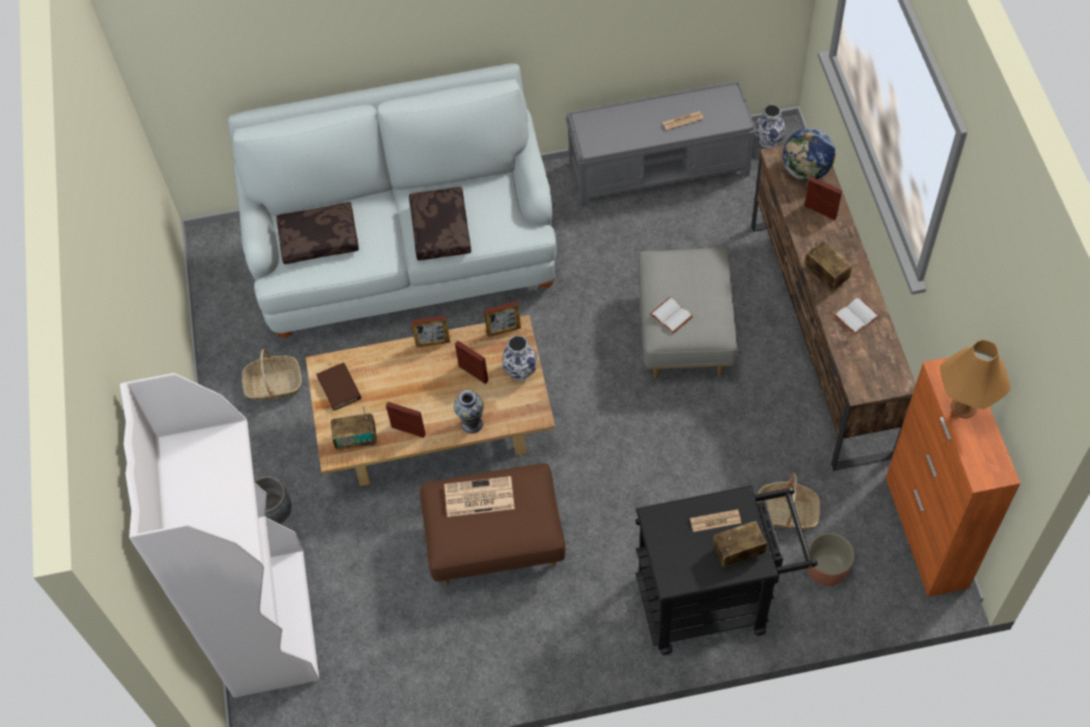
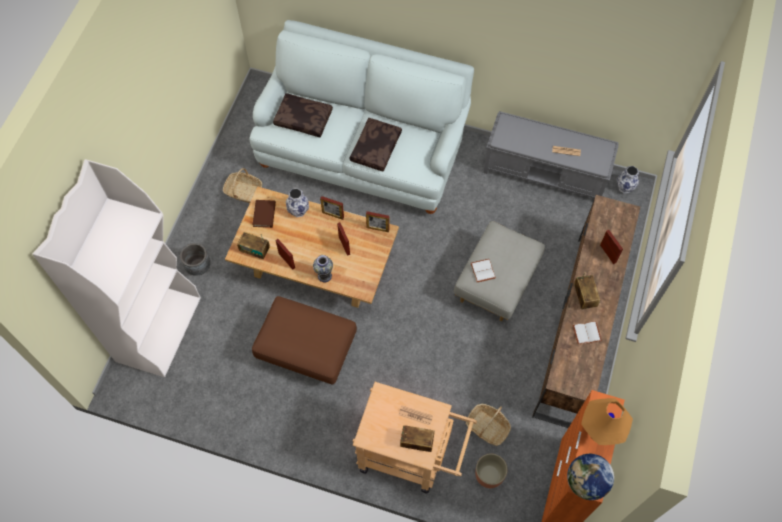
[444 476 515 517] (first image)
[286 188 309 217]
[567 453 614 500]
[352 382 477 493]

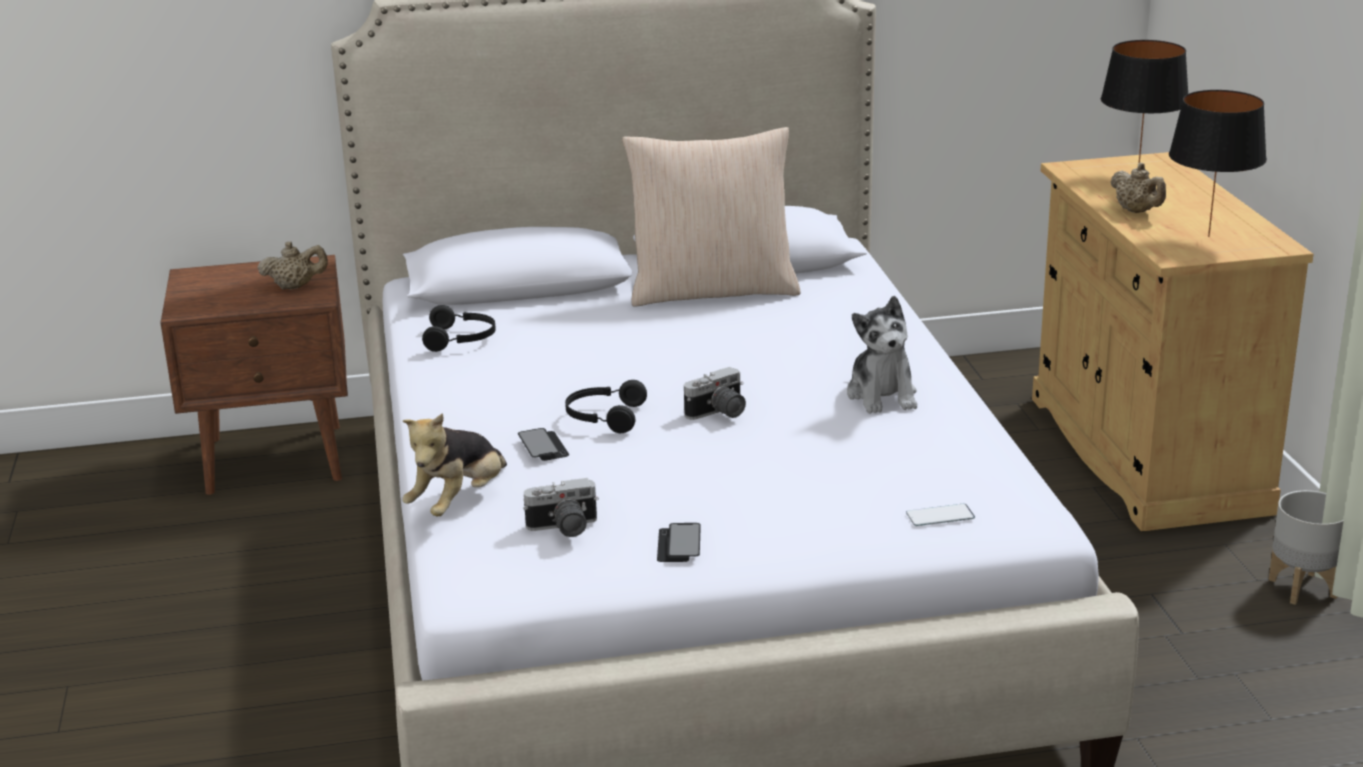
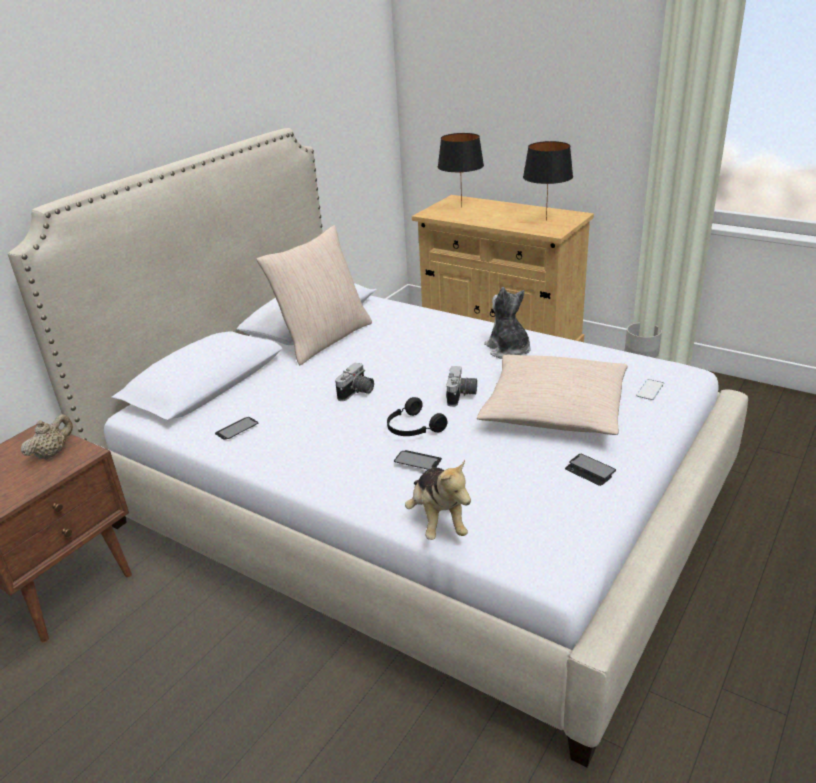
[1110 163 1166 213] (first image)
[477 355 627 435]
[335 362 374 401]
[215 417 259 440]
[484 287 531 359]

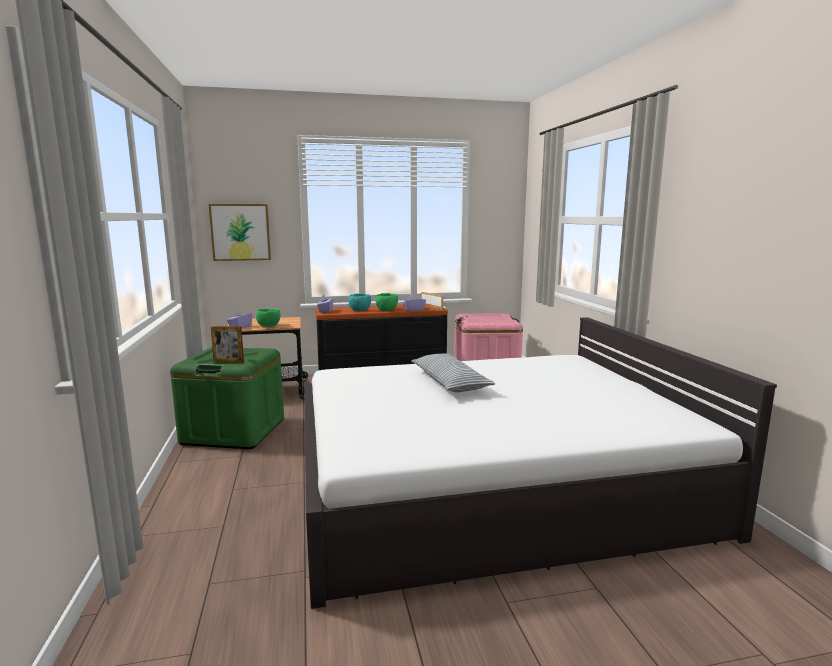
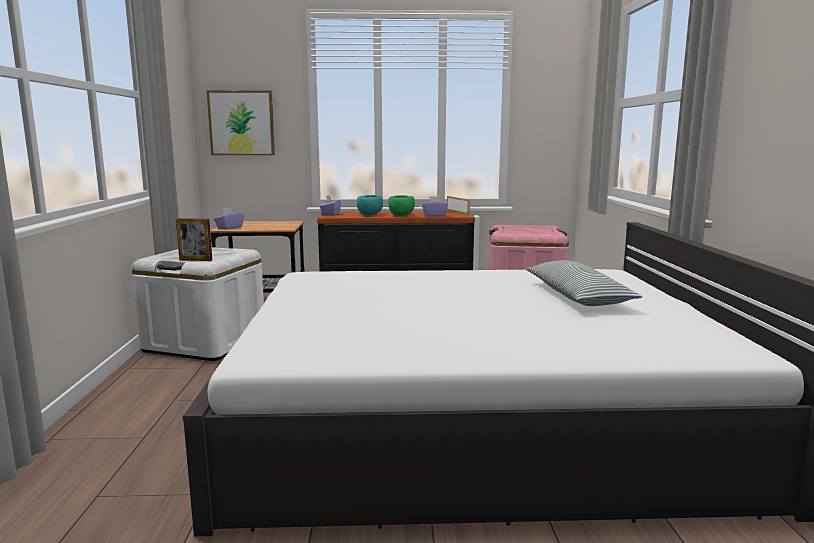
[256 308 281 327] (first image)
[526 260 643 306]
[132 247 264 361]

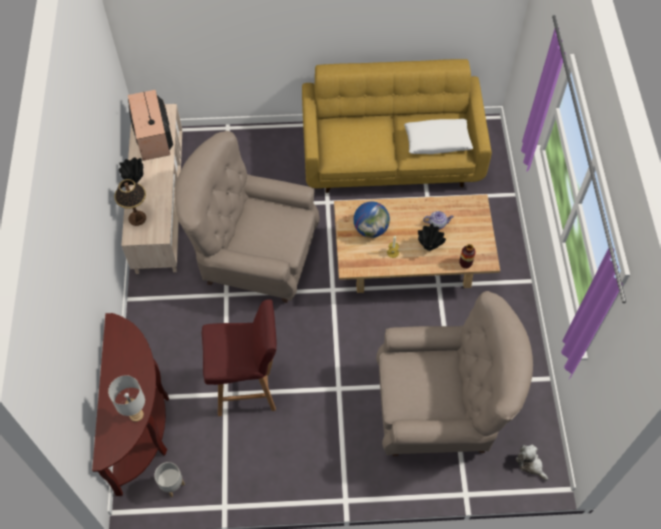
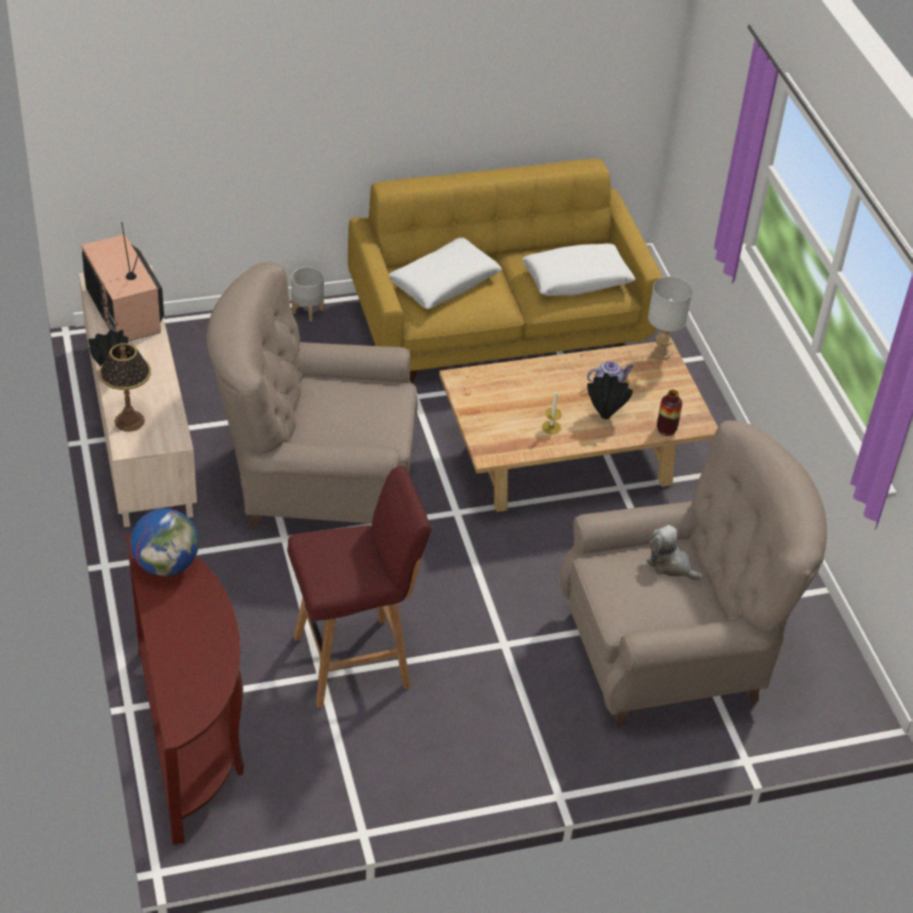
[389 237 502 309]
[648 276 693 360]
[291 267 324 322]
[130 508 199 576]
[647 525 703 581]

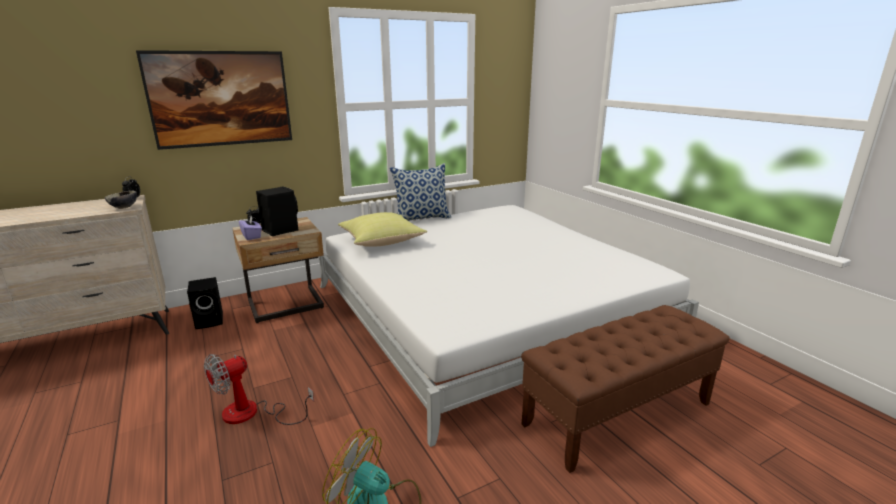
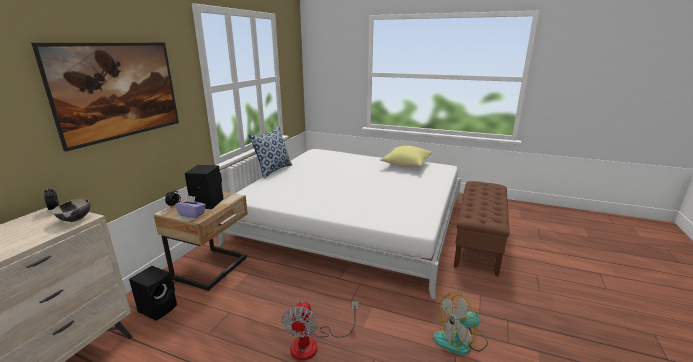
[380 146 432 168]

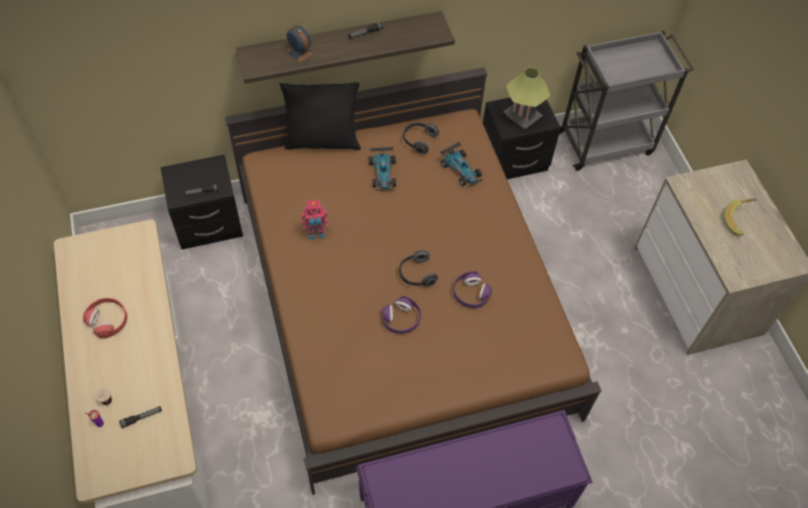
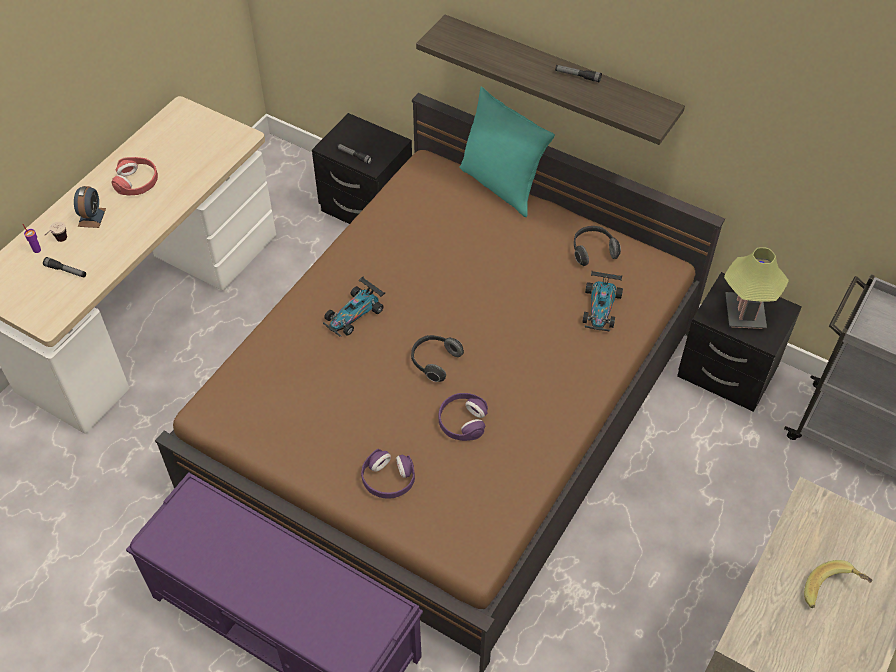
[301 200 328 240] (first image)
[74 186 106 228]
[323 277 385 337]
[361 449 415 498]
[460 86 555 217]

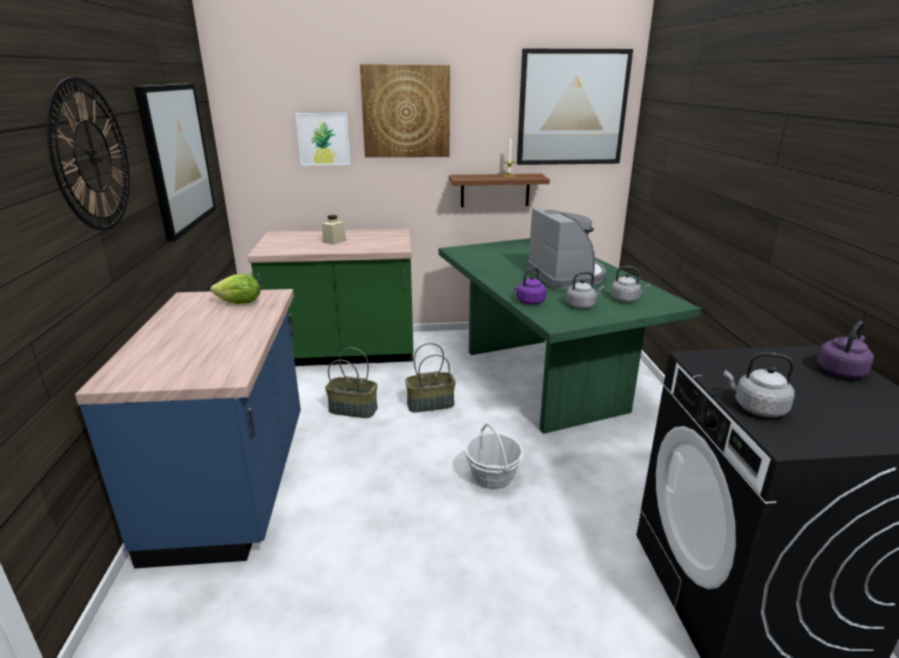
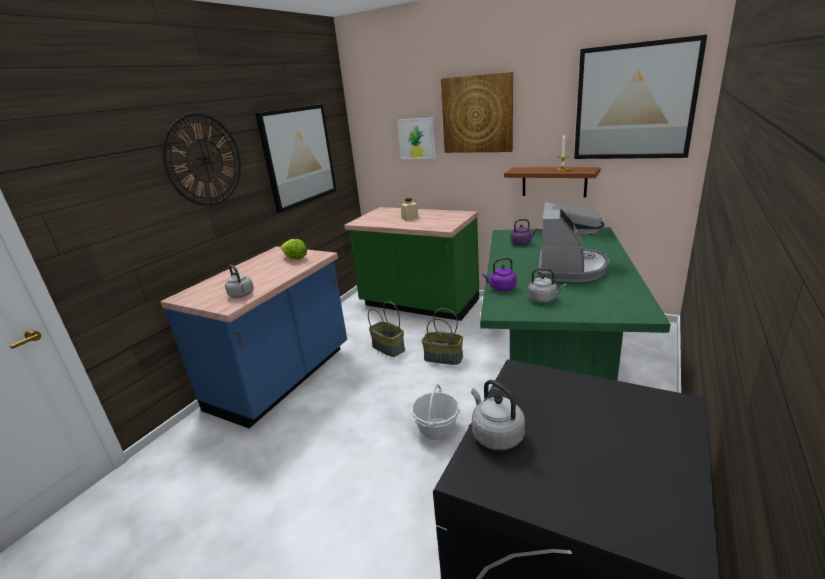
[225 265 254 298]
[511 219 538 245]

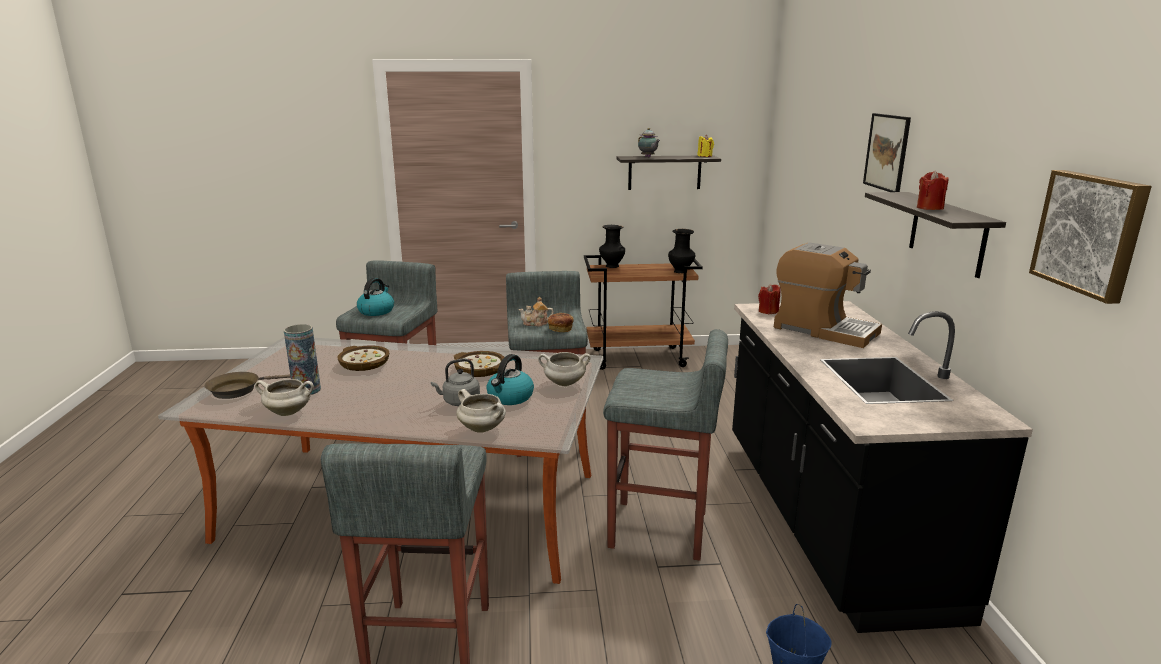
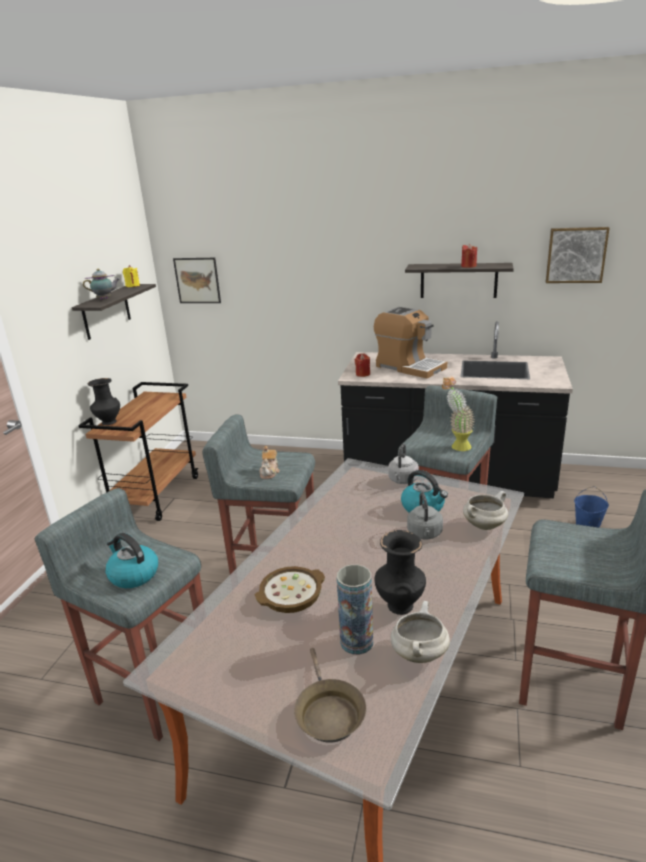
[454 351 504 377] (first image)
[548 313 574 332] (first image)
[442 376 475 451]
[374 530 426 615]
[173 258 221 303]
[388 444 419 484]
[374 307 447 379]

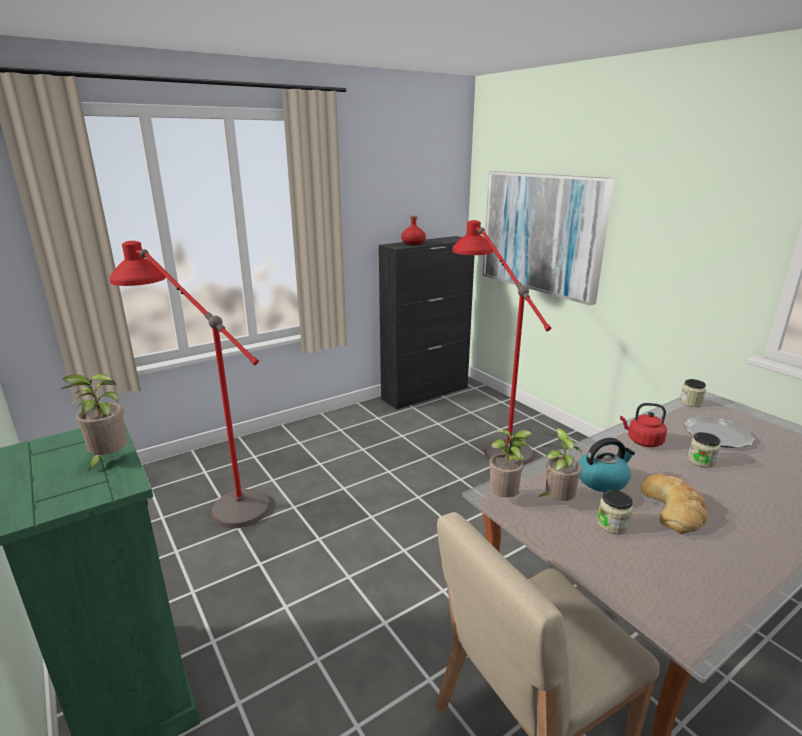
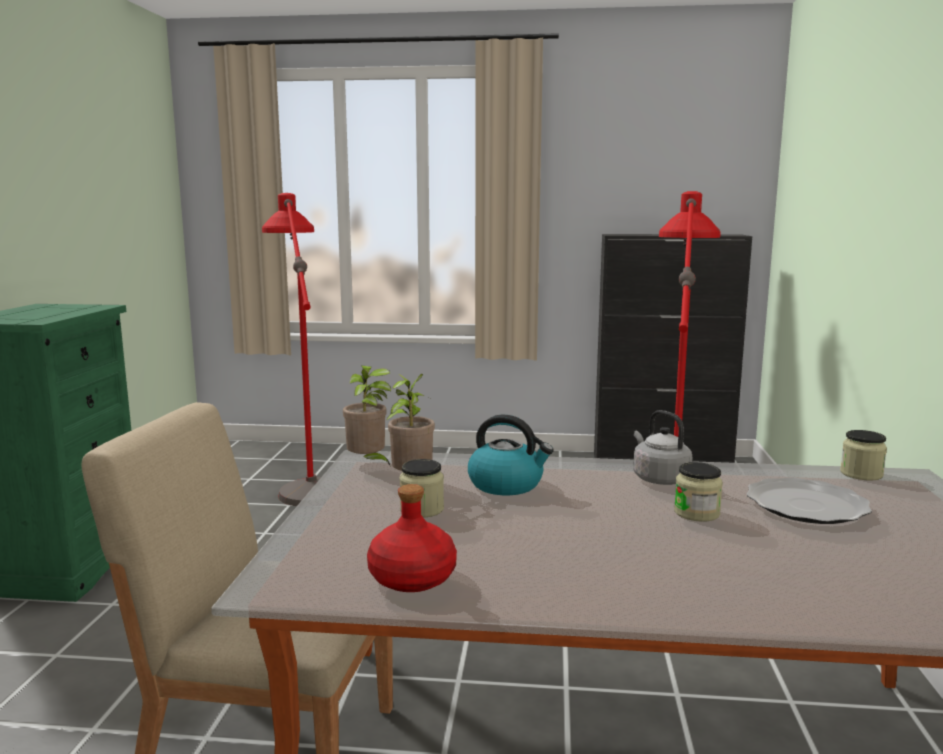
[61 373 127 473] (first image)
[483 171 614 306] (first image)
[641 474 708 534] (first image)
[367 484 457 592]
[633 410 692 485]

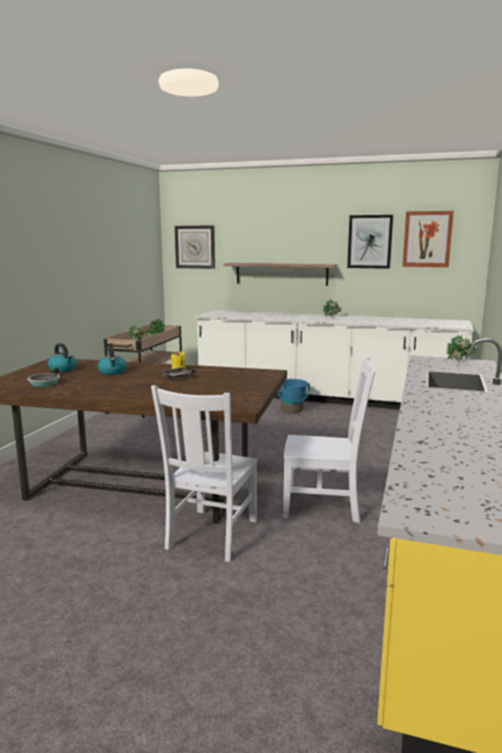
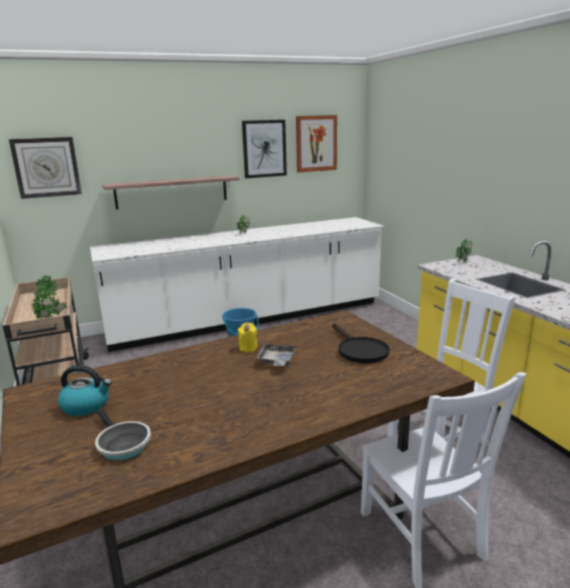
[98 345 127 375] (first image)
[332 323 389 363]

